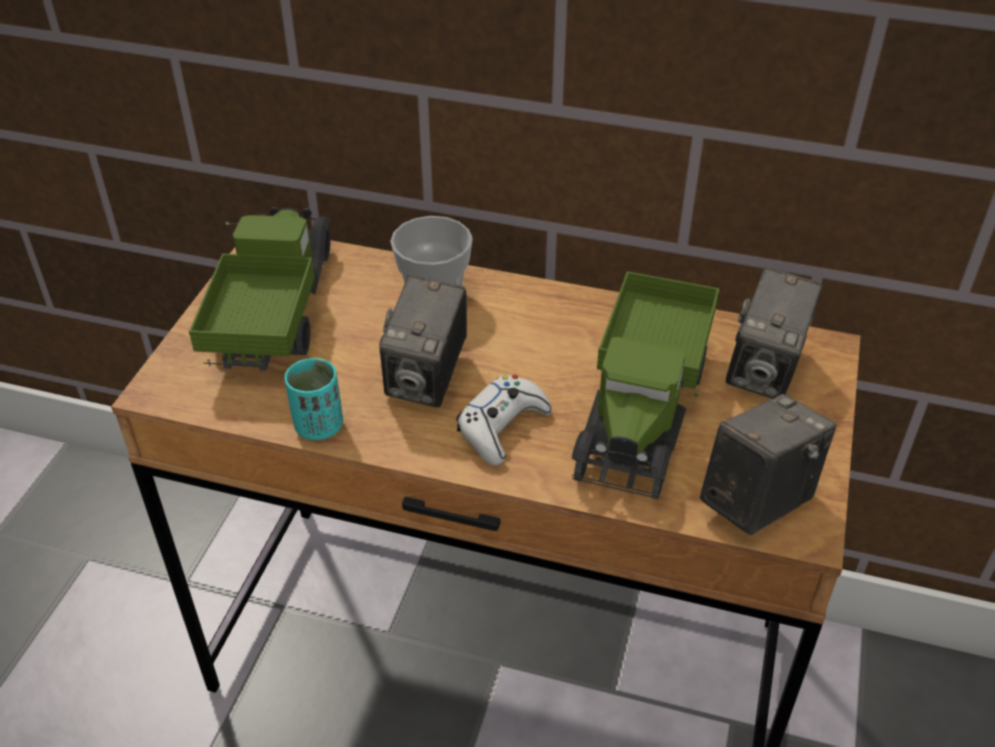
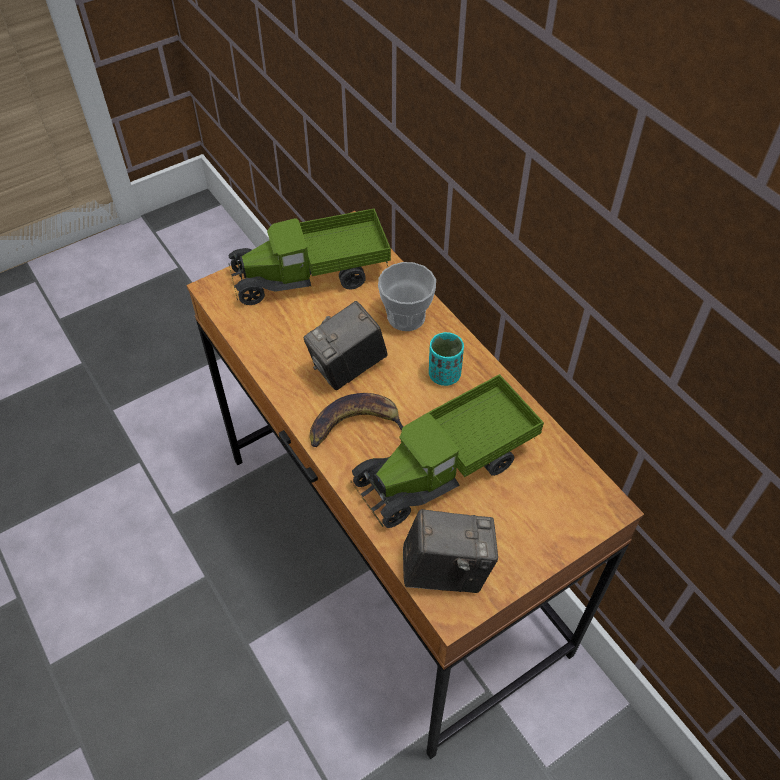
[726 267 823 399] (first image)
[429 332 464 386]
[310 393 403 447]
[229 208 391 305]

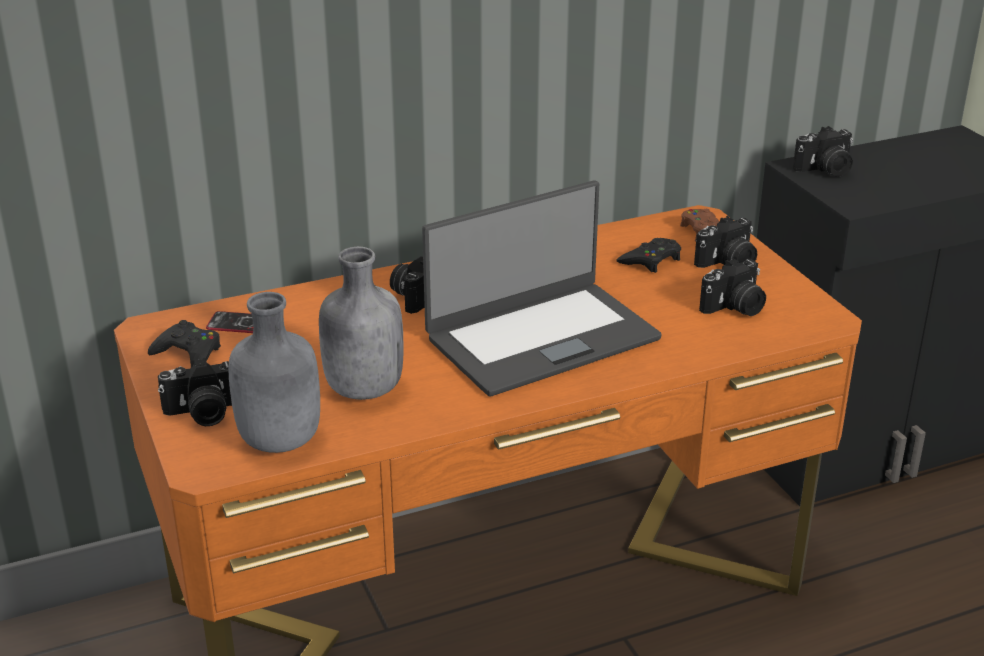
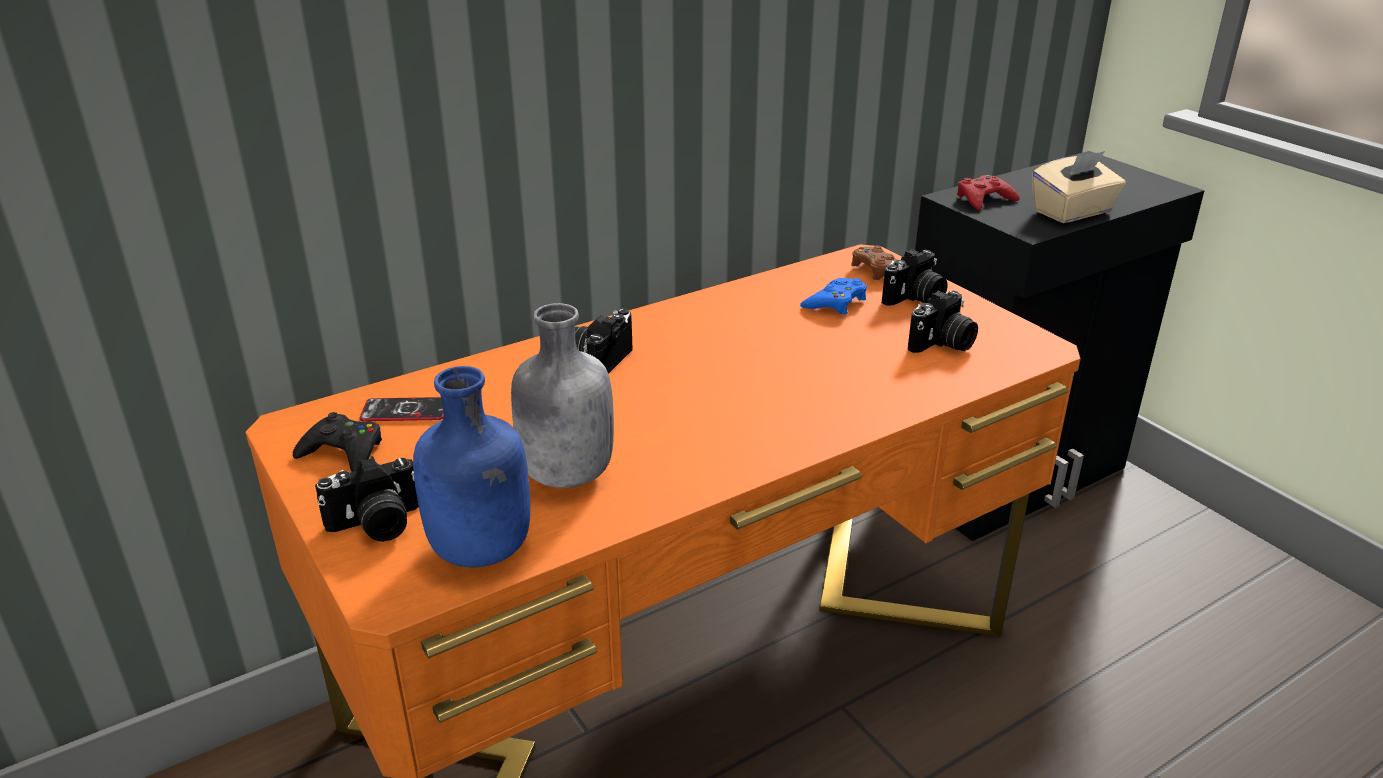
[422 180 662 396] (first image)
[1032 151 1126 223]
[957 175 1020 210]
[413 366 530 567]
[800 278 867 315]

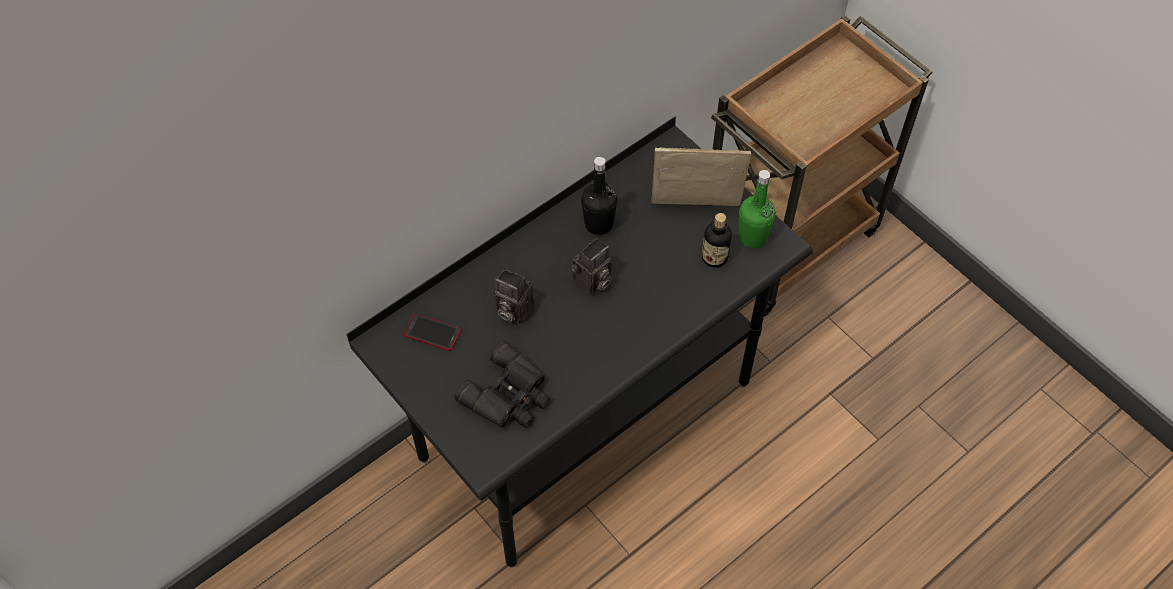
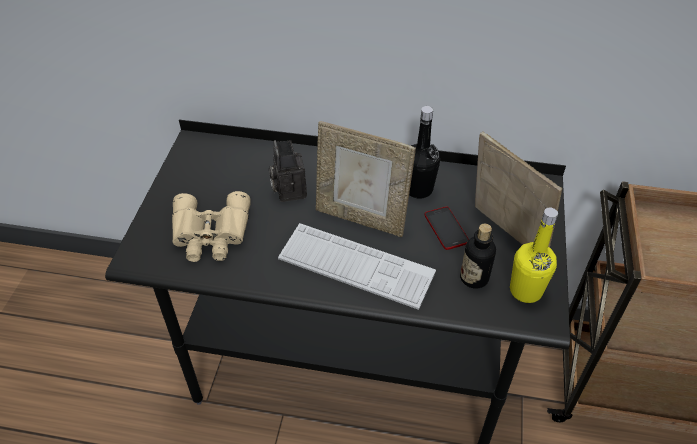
[278 223 436 310]
[424 207 469 250]
[316 121 416 237]
[172 191 251 262]
[510 208 558 303]

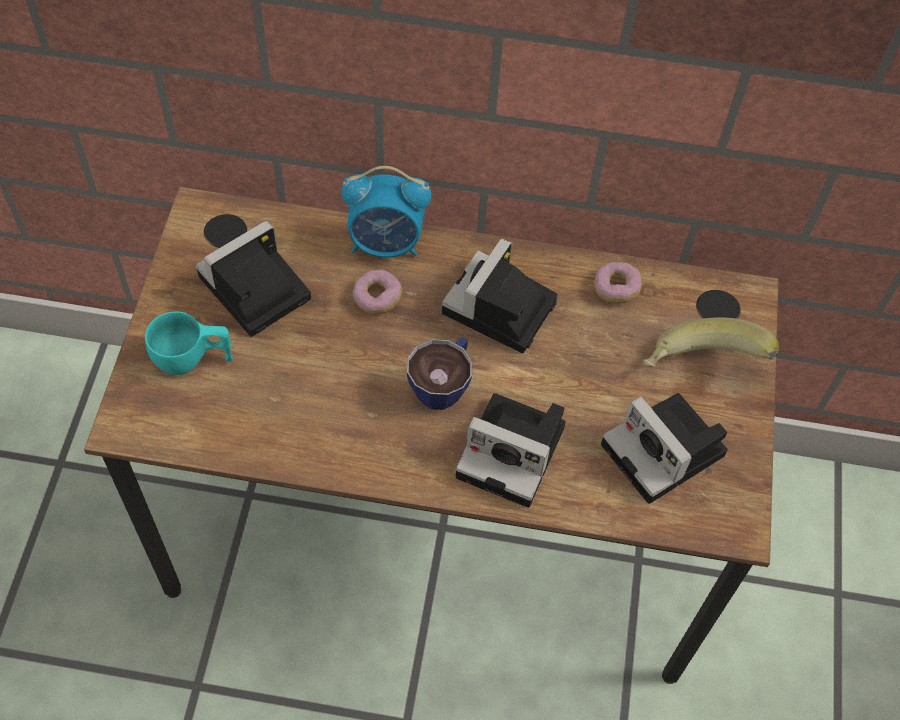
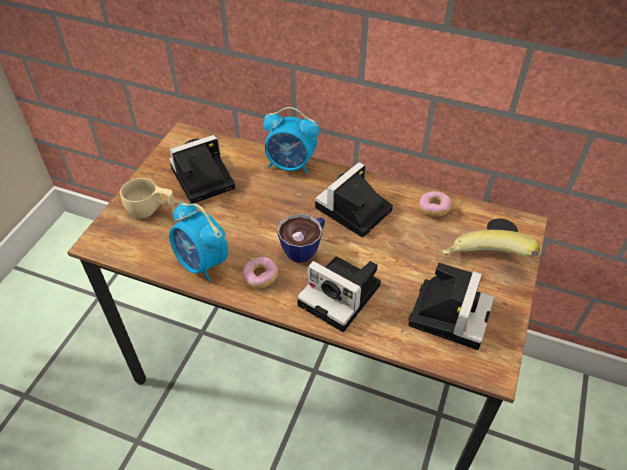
[169 201 228 281]
[243 257 278 289]
[120 178 174 219]
[408 263 494 350]

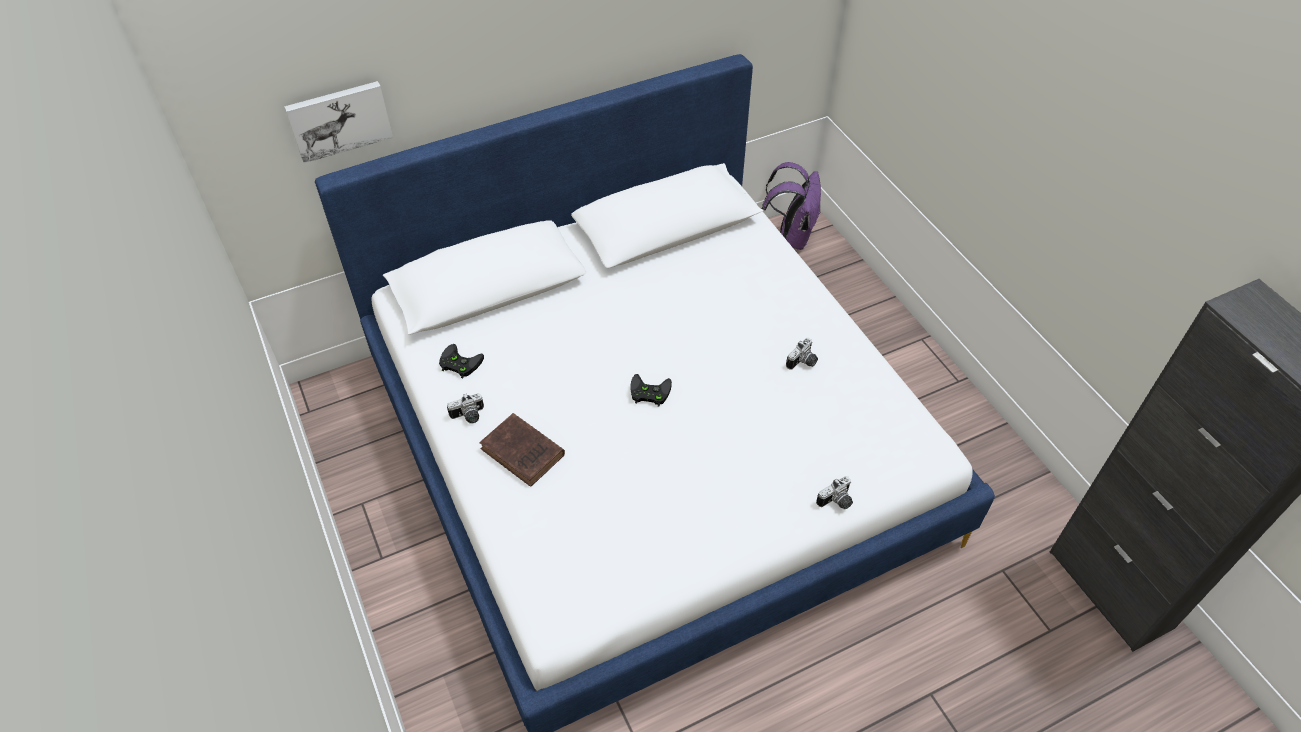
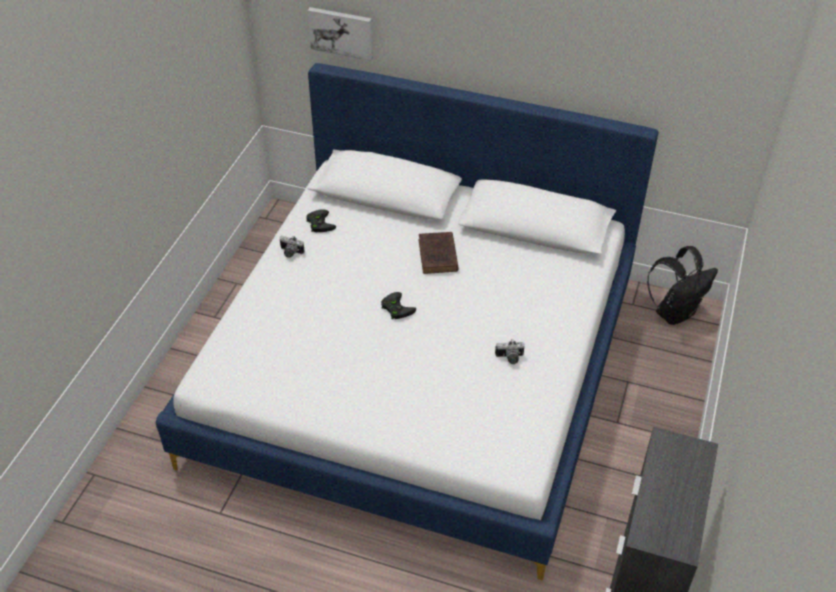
[816 476 853 510] (first image)
[418 232 459 274]
[647 246 718 325]

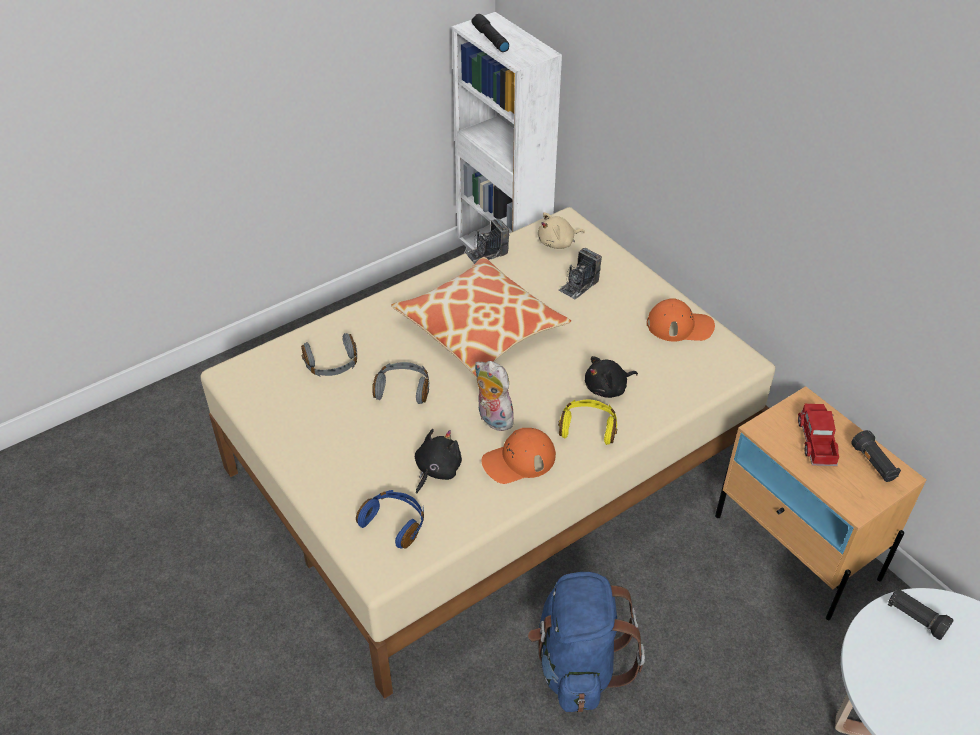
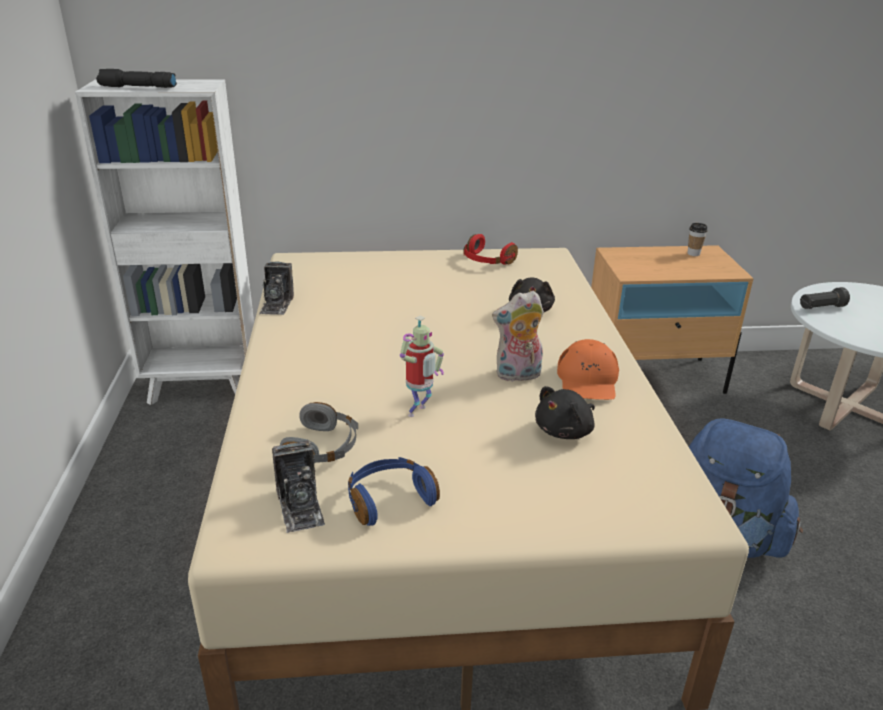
[391 257 571 378] (first image)
[538 213 585 249] (first image)
[558 399 617 445] (first image)
[798 404 839 466] (first image)
[348 457 440 526]
[272 440 325 533]
[400 316 444 417]
[463 234 518 265]
[687 223 708 256]
[535 386 595 439]

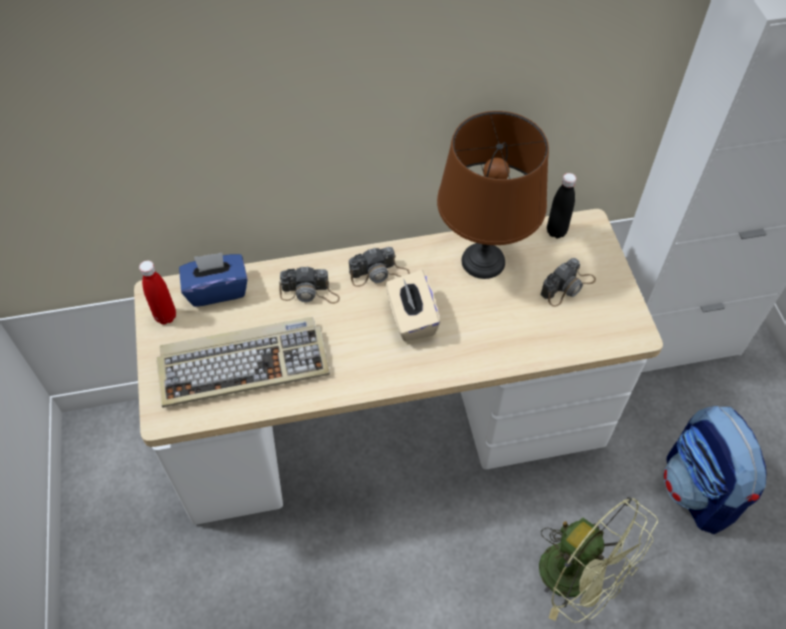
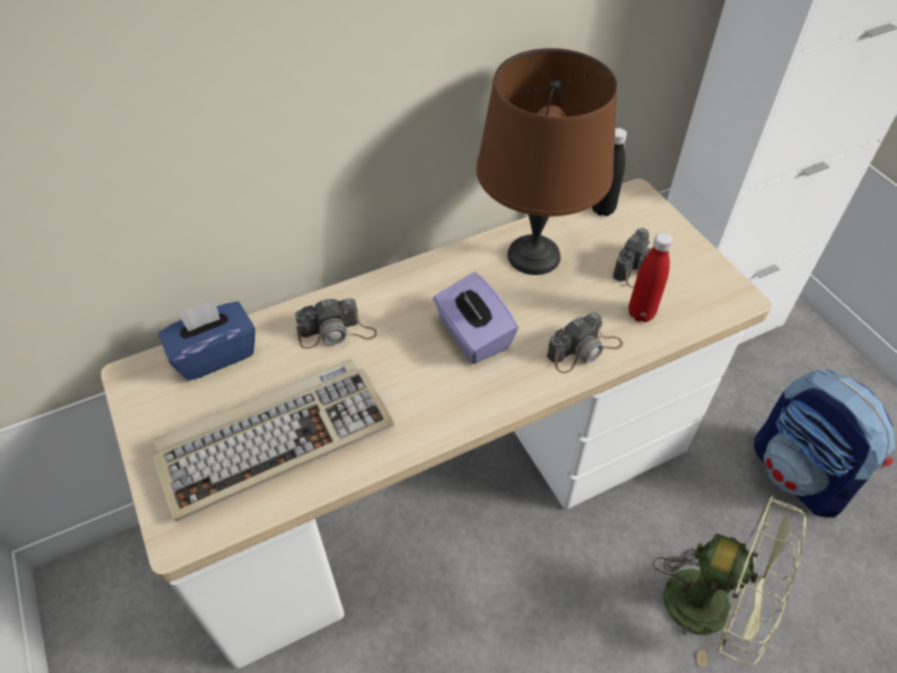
[629 232 673 322]
[547 313 623 373]
[433 272 518 364]

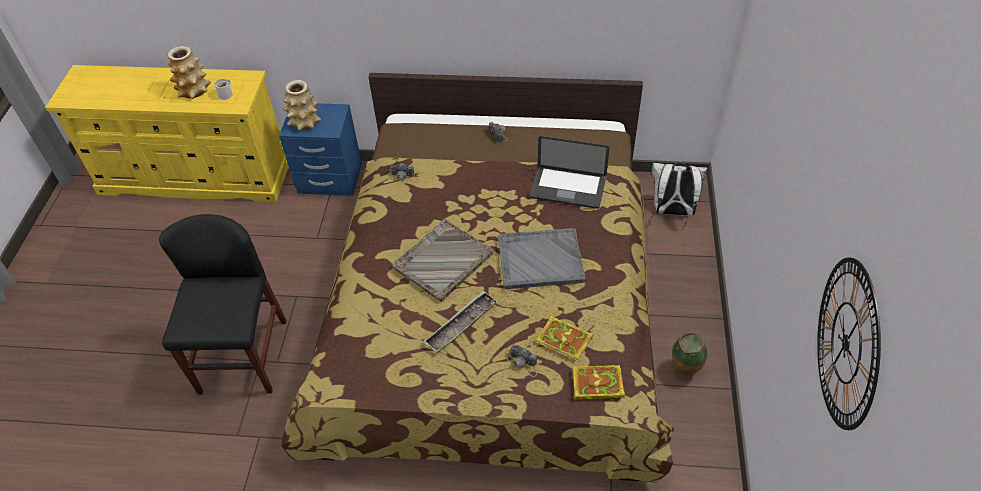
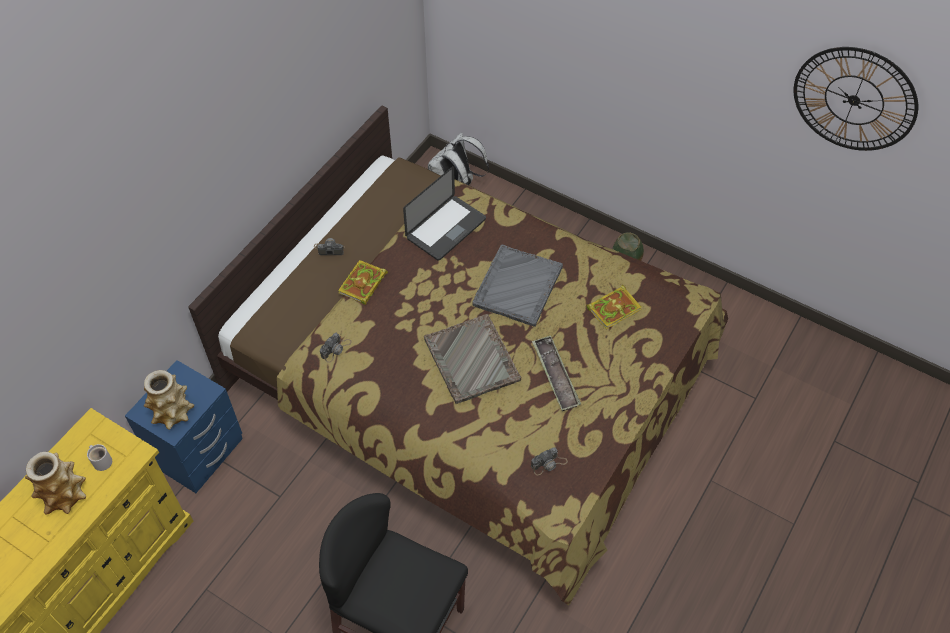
[531 447 568 475]
[338 260 388 305]

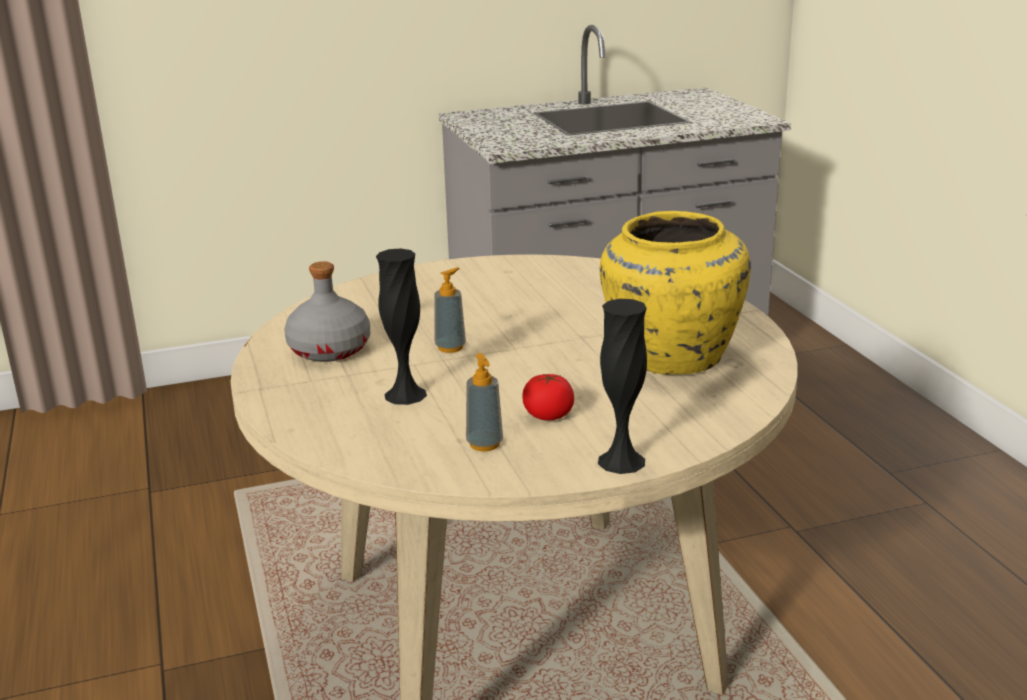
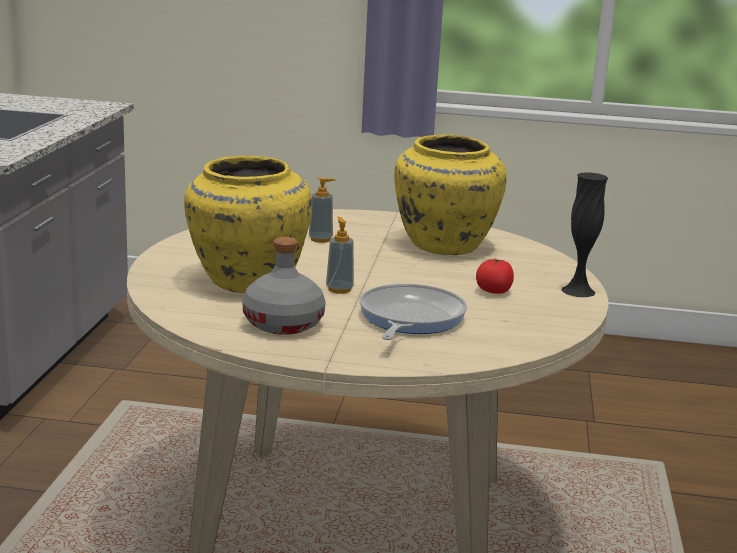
[184 156 312 293]
[309 177 336 243]
[359 284 467 340]

